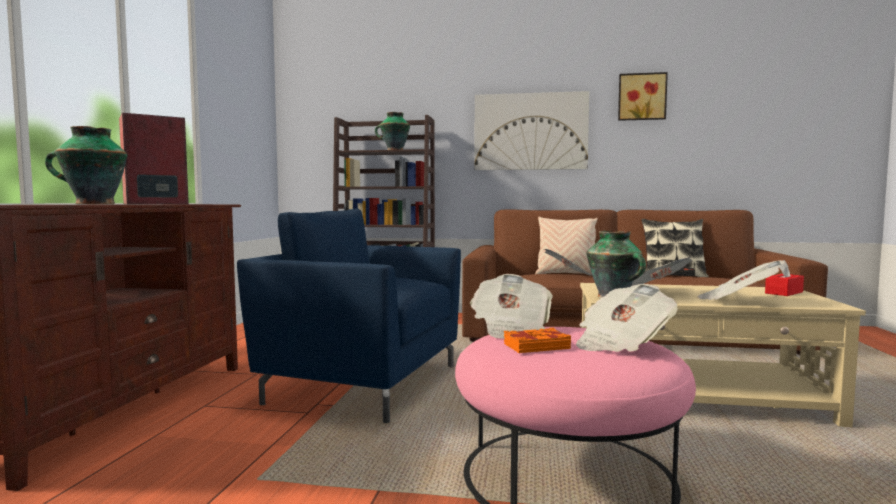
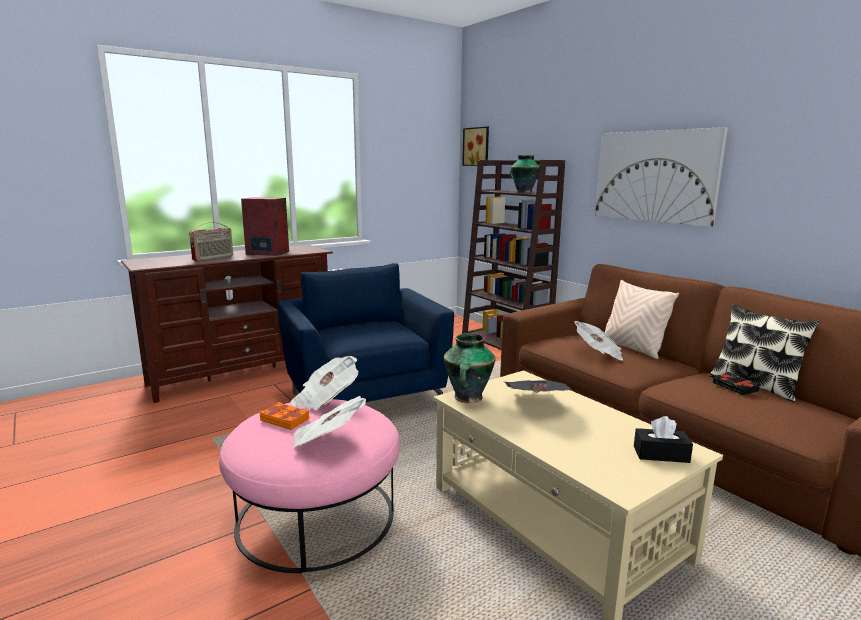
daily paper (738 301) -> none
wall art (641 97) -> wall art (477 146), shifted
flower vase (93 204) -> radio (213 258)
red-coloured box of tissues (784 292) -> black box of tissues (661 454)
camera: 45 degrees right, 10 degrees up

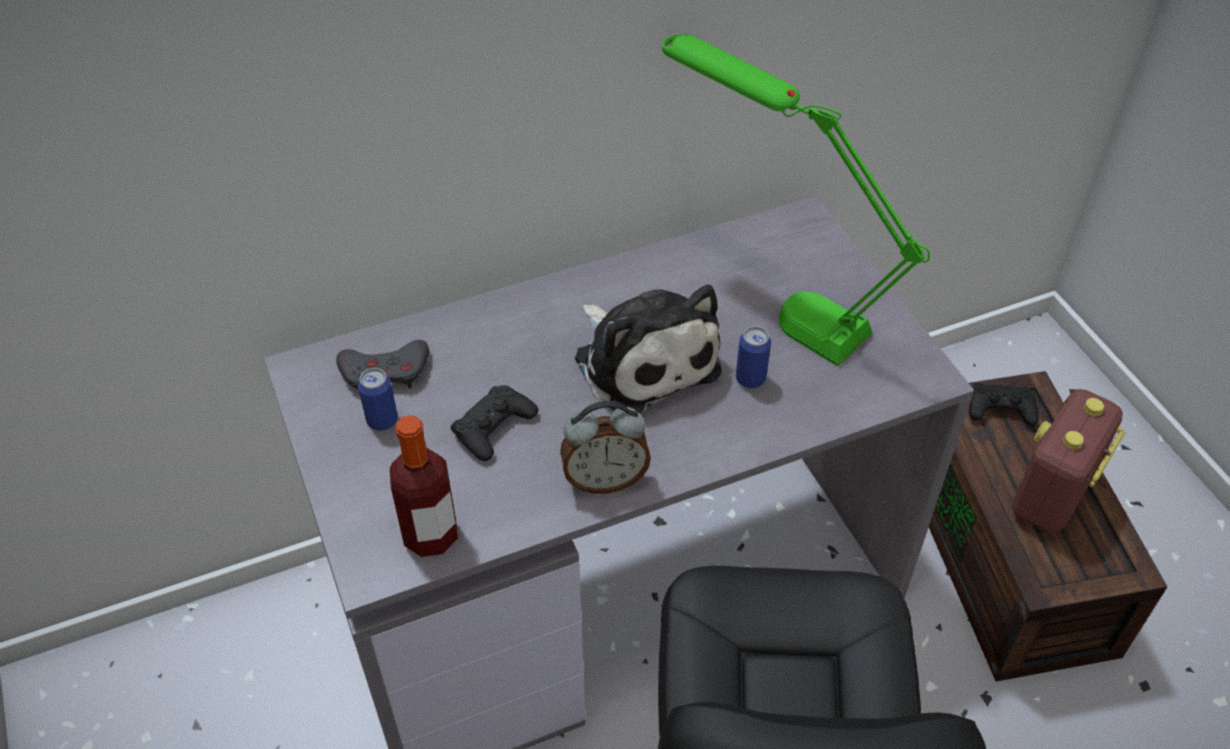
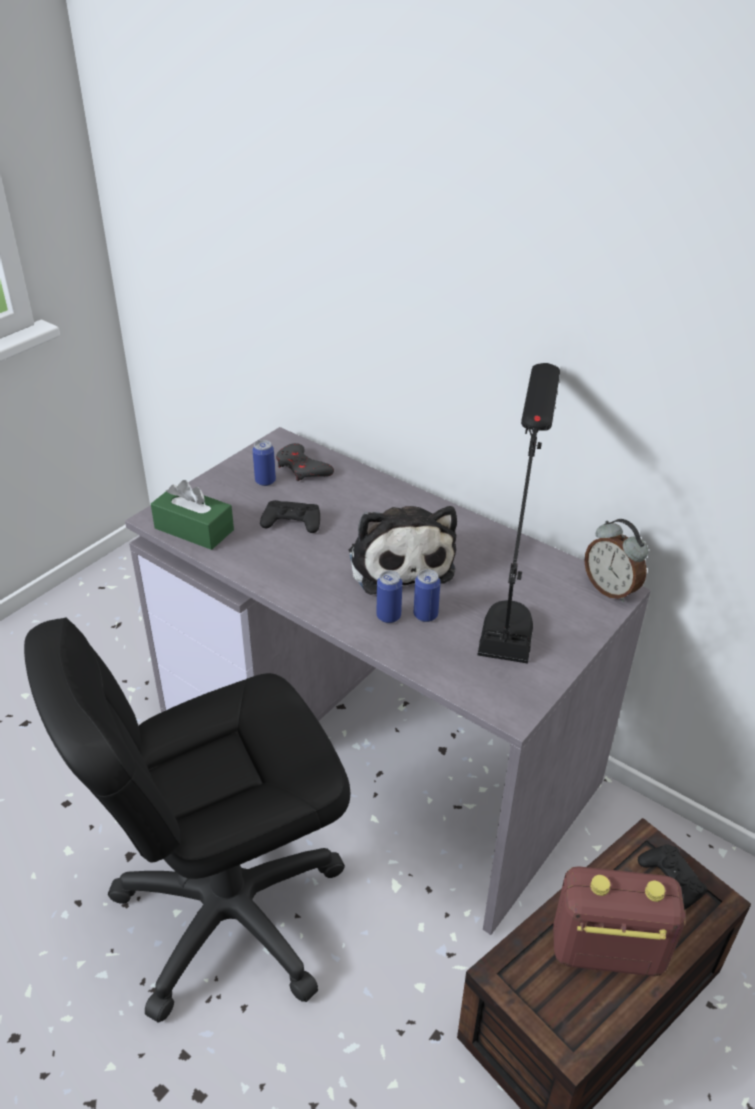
none -> sealed can (388 616)
bedside clock (605 479) -> bedside clock (611 589), shifted
drink bottle (431 536) -> green-coloured box of tissues (194 529)
green-coloured table lamp (772 301) -> black table lamp (512 602)
plush toy (643 360) -> plush toy (399 561), 45 degrees counterclockwise
camera: 60 degrees right, 10 degrees down

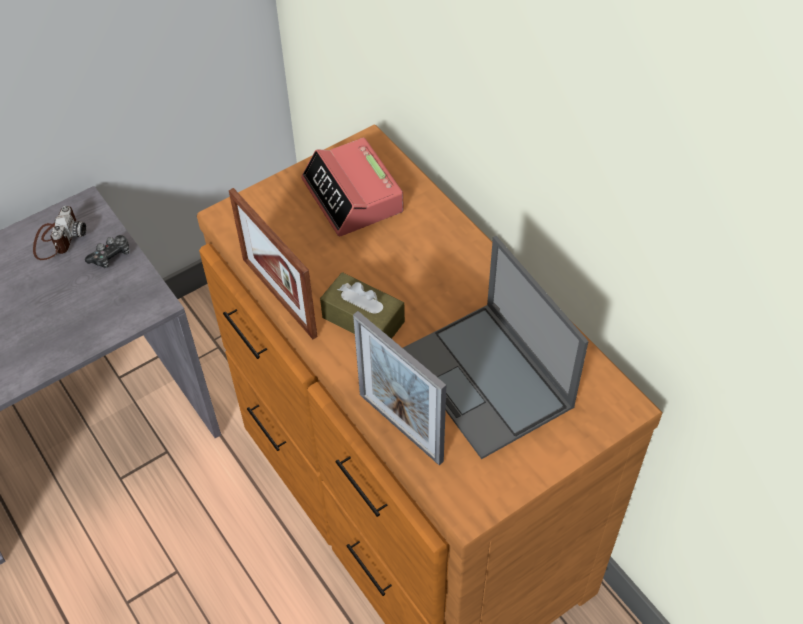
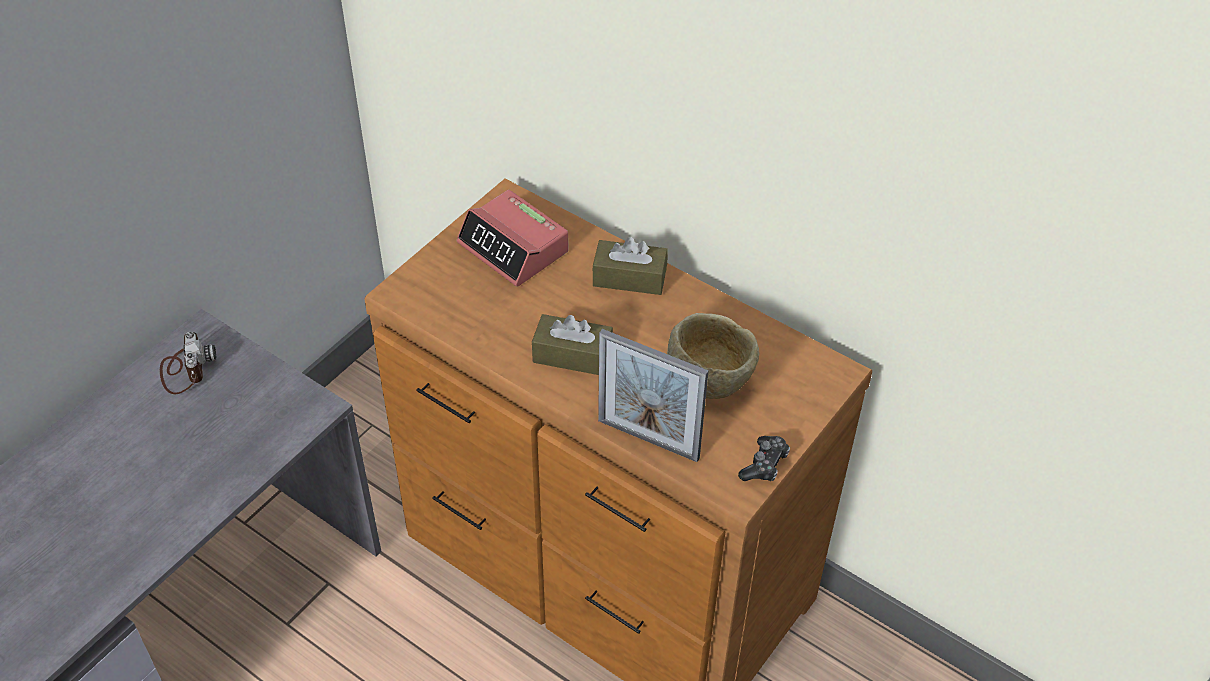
standing frame (279 297) -> none
none -> brown-coloured box of tissues (629 278)
gamepad (111 256) -> gamepad (764 465), shifted
laptop (488 380) -> sand-coloured deep dish (710 380)
camera: 20 degrees left, 5 degrees down

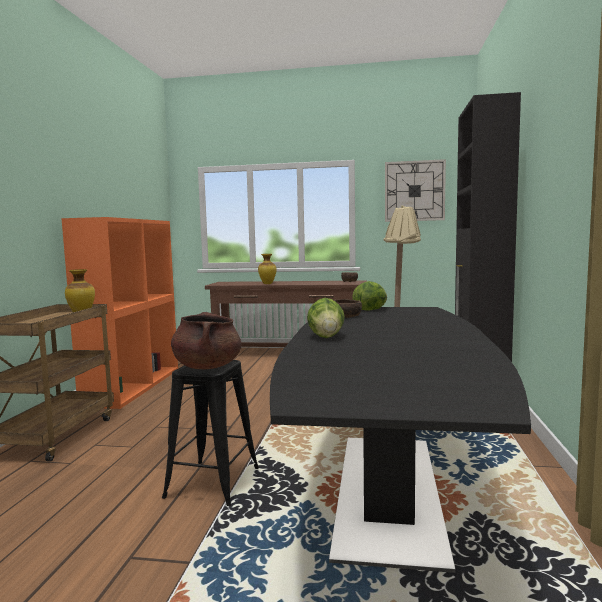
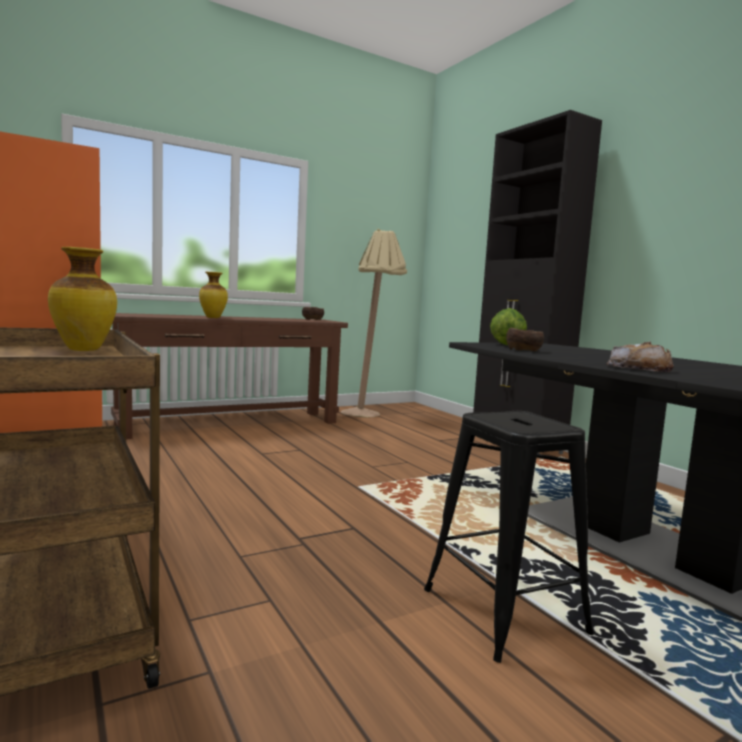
brown-coloured saucepot (207 367) -> none
clock on the wall (414 191) -> none
lettuce (326 337) -> baked bread (639 368)
camera: 40 degrees left, 0 degrees up

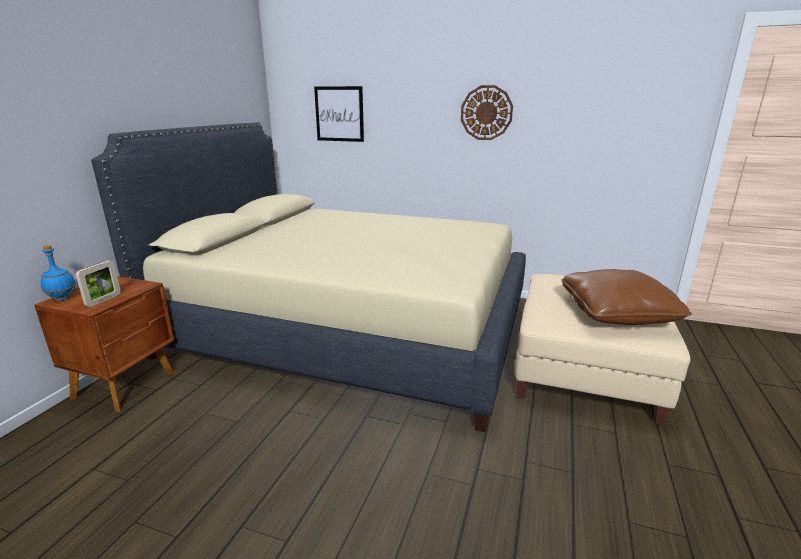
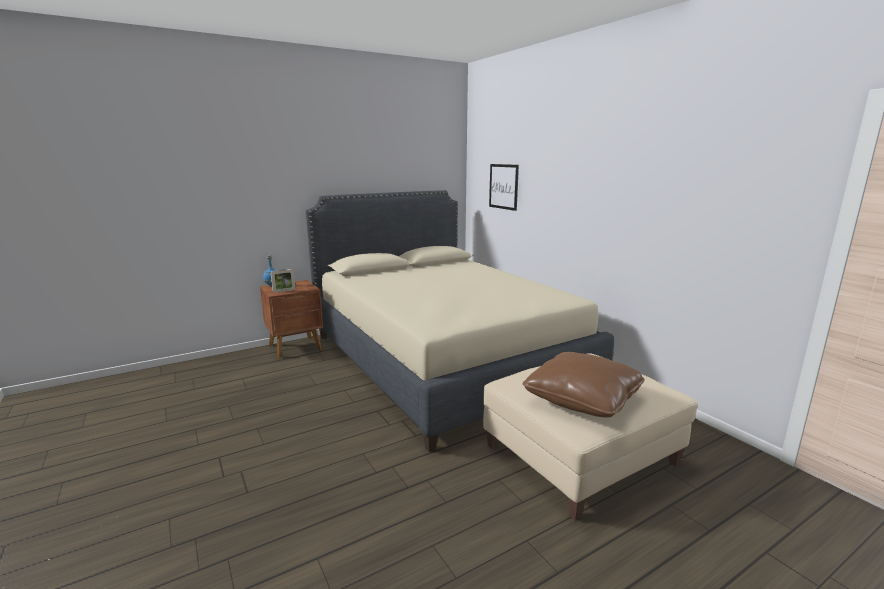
clock on the wall (486 113) -> none
camera: 40 degrees right, 5 degrees down

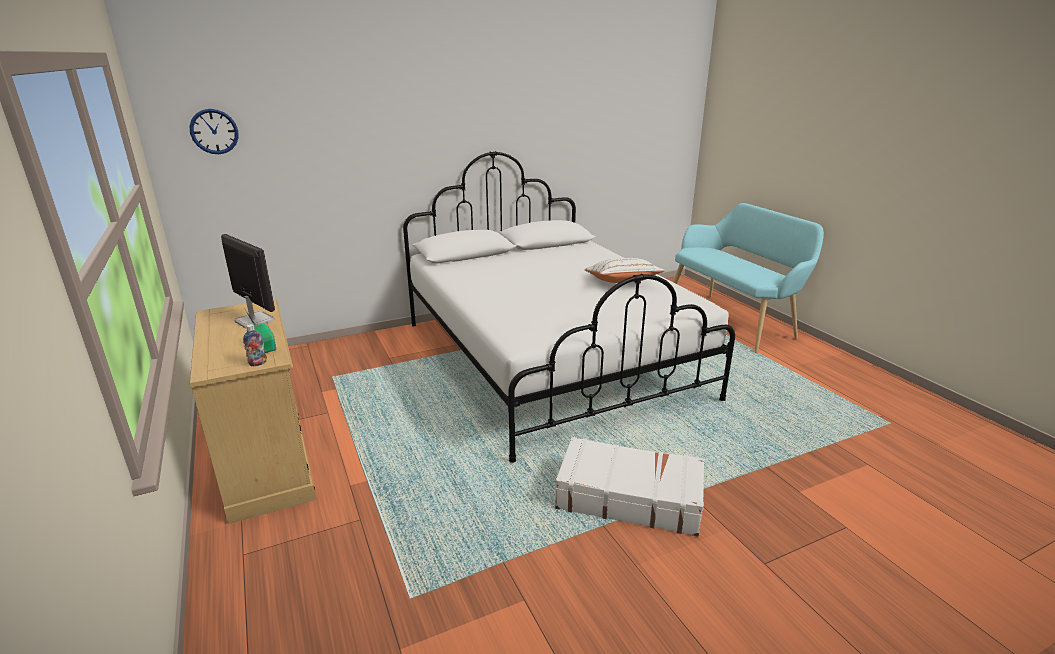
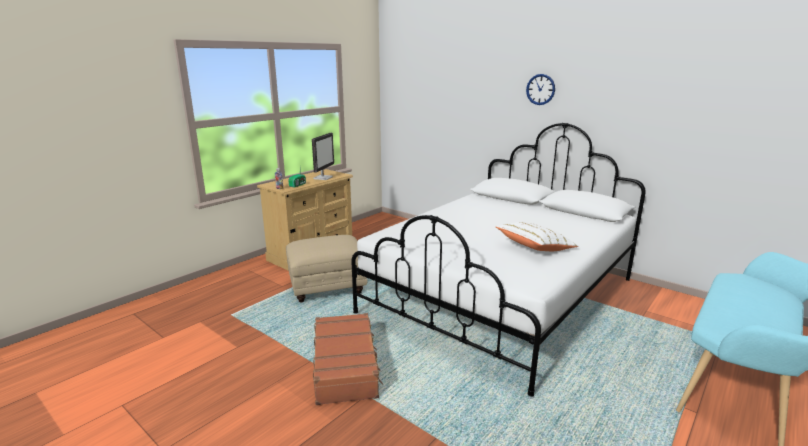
none -> sand-coloured ottoman (328 288)
clock on the wall (214 131) -> clock on the wall (540 89), shifted
whitish travel case (628 497) -> brown-coloured travel case (346 366)
camera: 65 degrees right, 5 degrees down

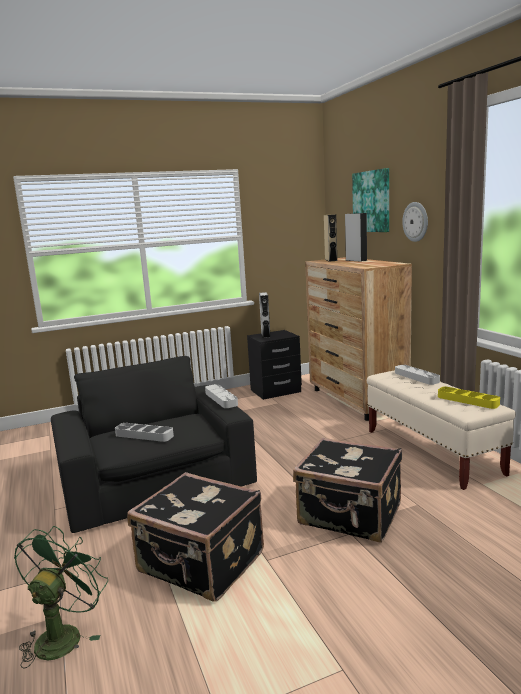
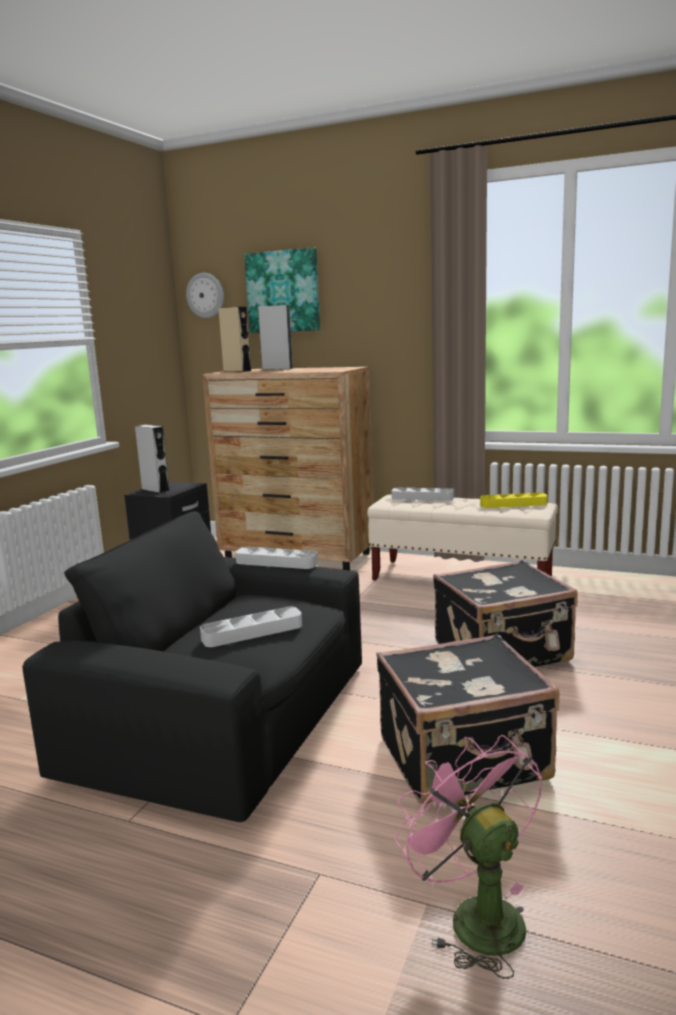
clock on the wall (416 221) -> clock on the wall (205 295), shifted
green-coloured cooling fan (63 634) -> pink cooling fan (475 915)
camera: 45 degrees left, 0 degrees up

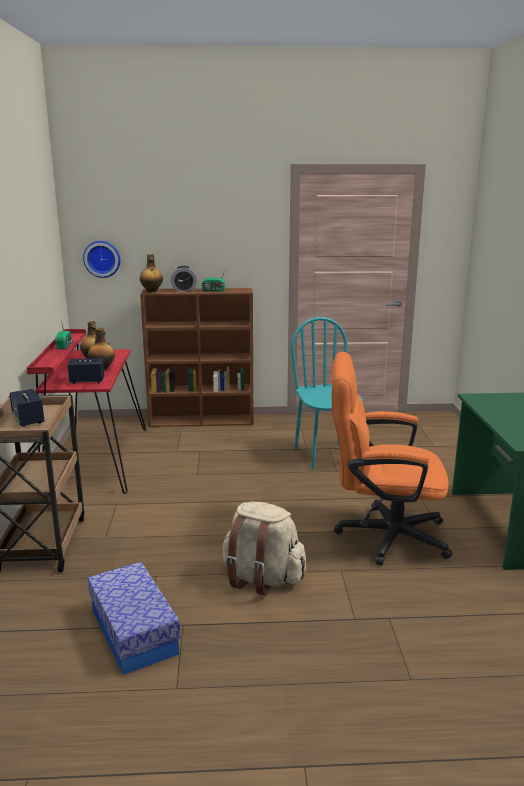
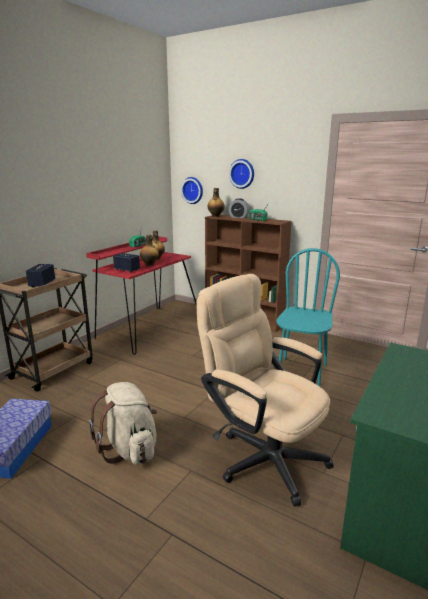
none -> clock on the wall (242 173)
orange-coloured office chair (381 535) -> sand-coloured office chair (262 455)
camera: 35 degrees right, 0 degrees up

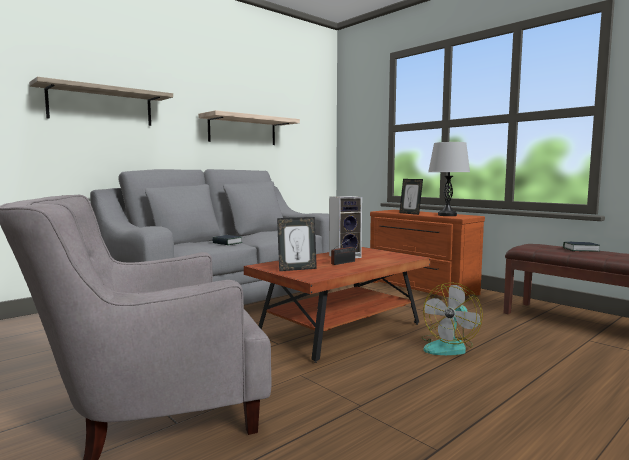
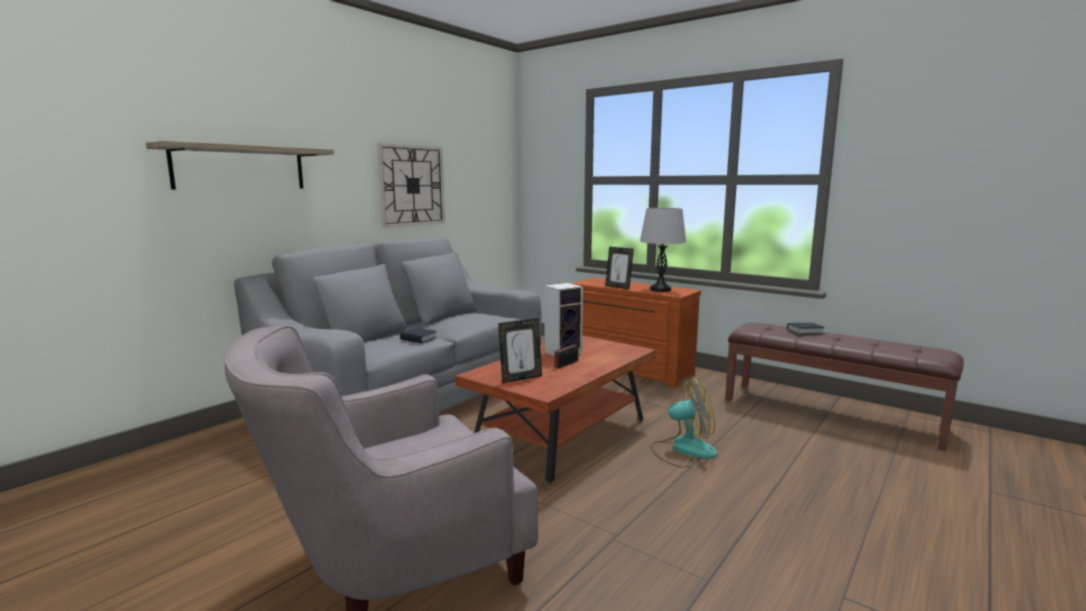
bracket shelf (242 130) -> clock on the wall (412 185)
cooling fan (449 347) -> cooling fan (683 450), 120 degrees counterclockwise
camera: 10 degrees left, 5 degrees up

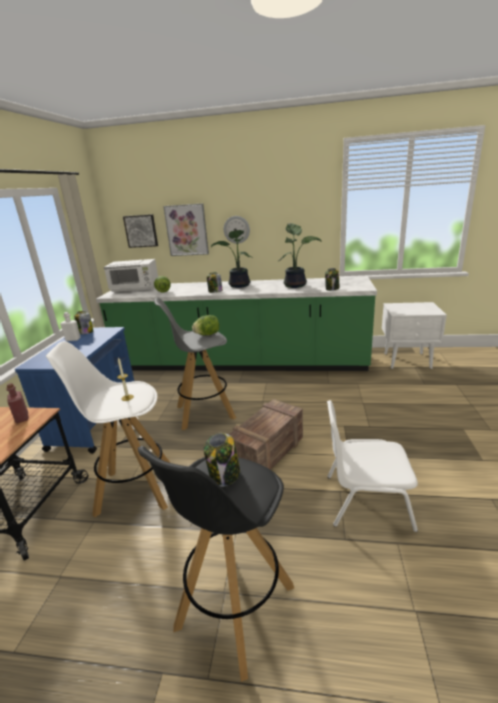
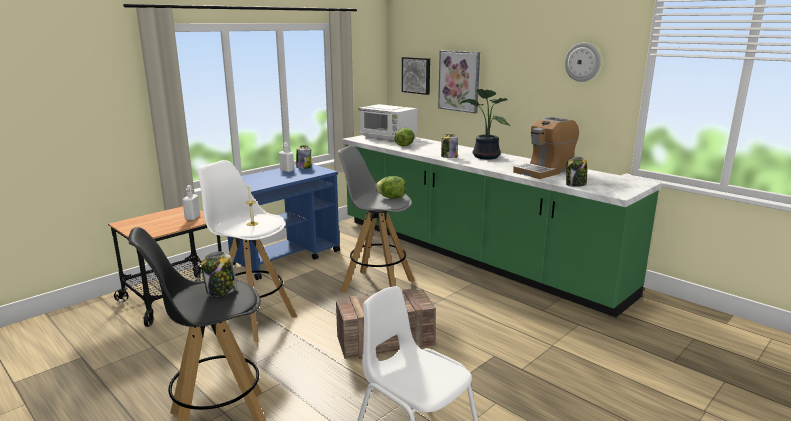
whitish nightstand (408 360) -> none
clock on the wall (236 229) -> clock on the wall (583 62), shifted
houseplant (296 285) -> coffee maker (545 171)
red-coloured drink bottle (22 418) -> whitish drink bottle (192 218)
camera: 35 degrees right, 5 degrees down

